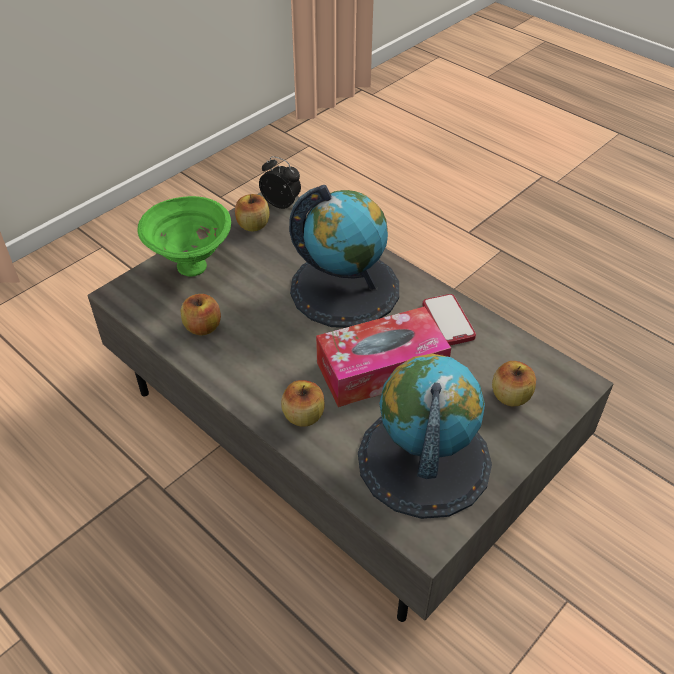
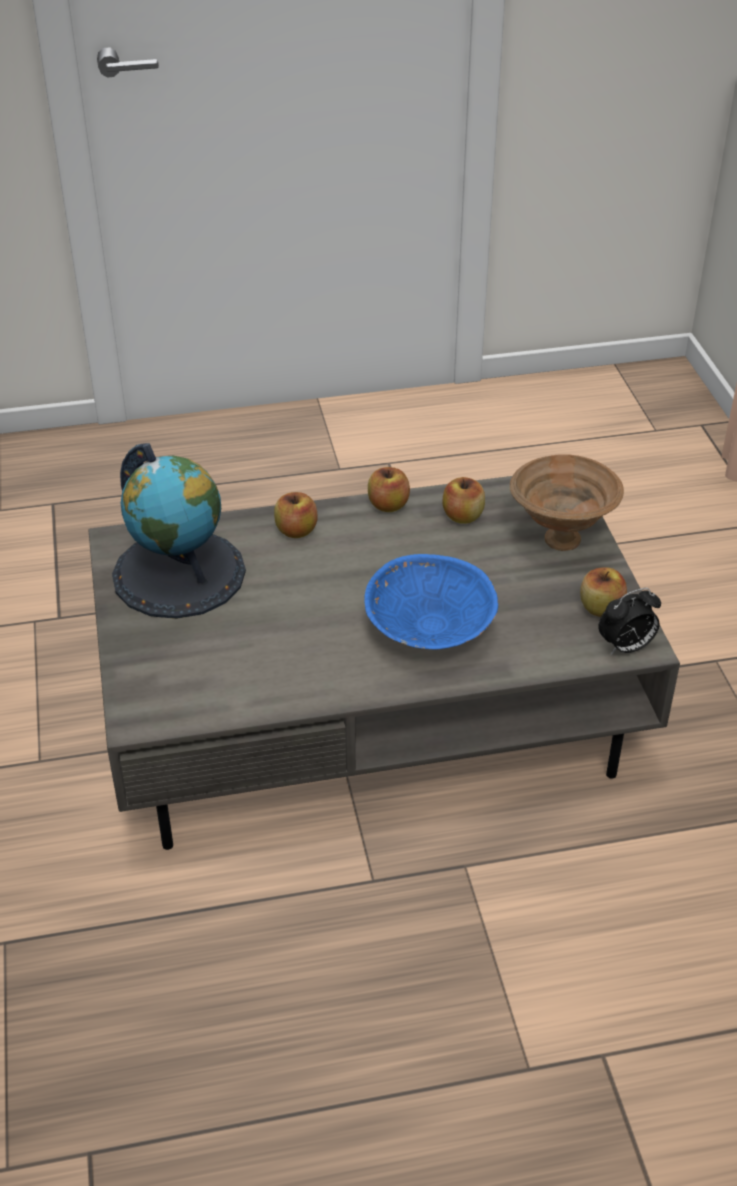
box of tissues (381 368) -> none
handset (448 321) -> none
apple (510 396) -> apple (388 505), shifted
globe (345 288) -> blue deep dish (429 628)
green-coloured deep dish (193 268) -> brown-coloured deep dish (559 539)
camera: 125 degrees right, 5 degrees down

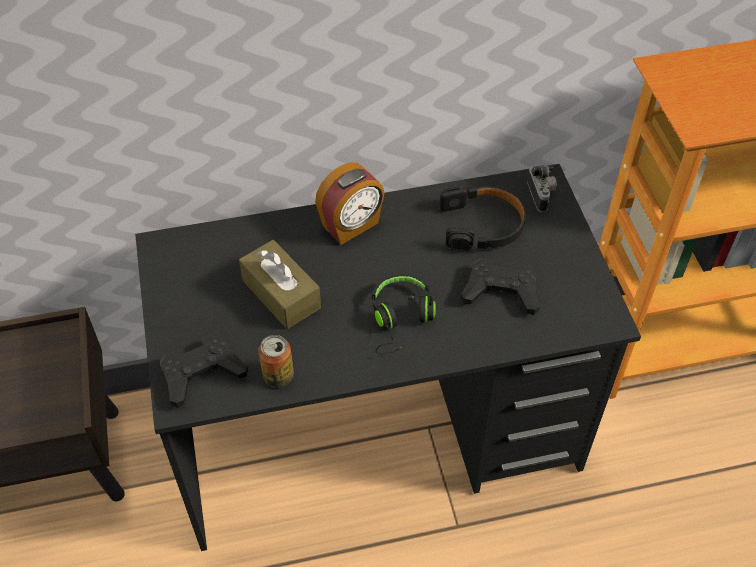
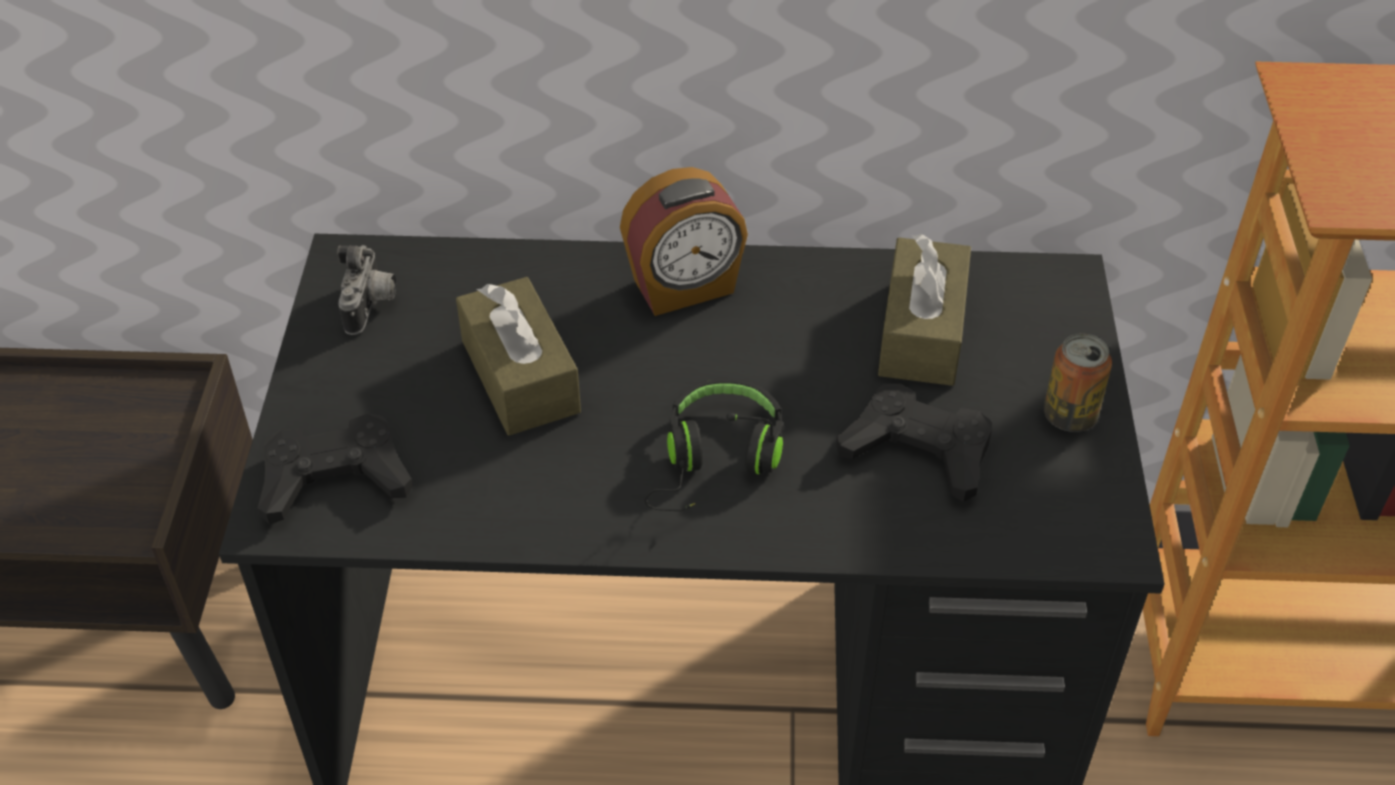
sealed can (278 376) -> sealed can (1069 416), shifted
photo camera (541 195) -> photo camera (371 306), shifted
black pair of headphones (482 225) -> brown-coloured box of tissues (922 332)
camera: 15 degrees right, 5 degrees down

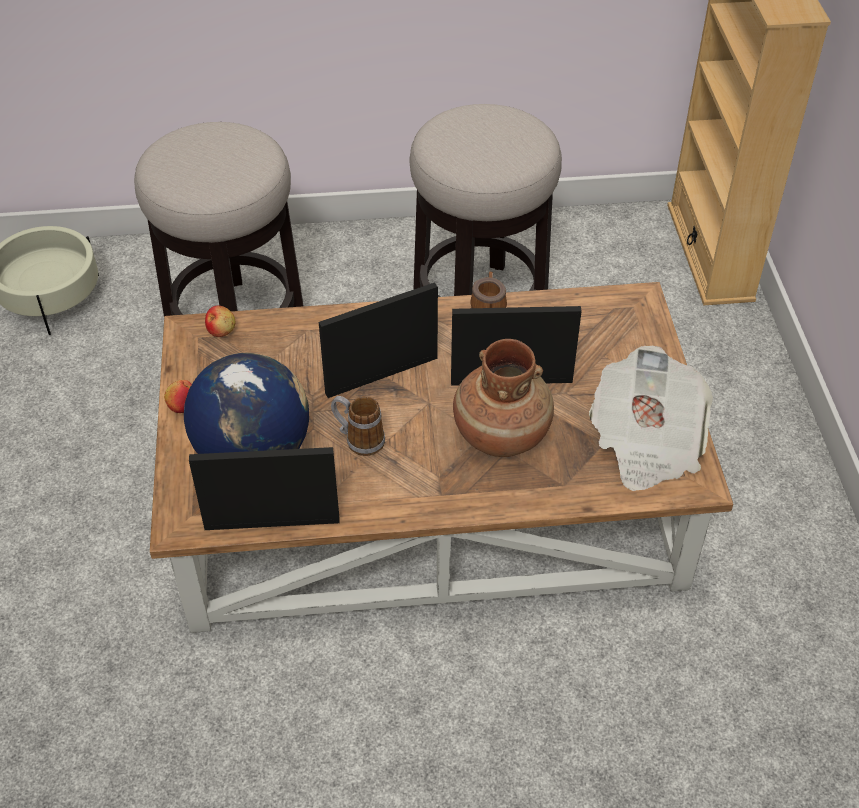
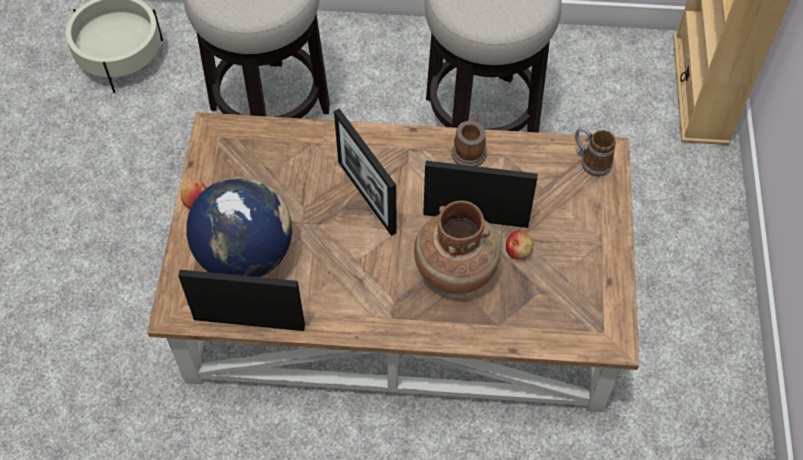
daily paper (646 442) -> none
apple (221 330) -> apple (518 251), shifted
tea mug (358 439) -> tea mug (590 161), shifted
standing frame (382 375) -> standing frame (366 197), 105 degrees counterclockwise
camera: 10 degrees right, 10 degrees up

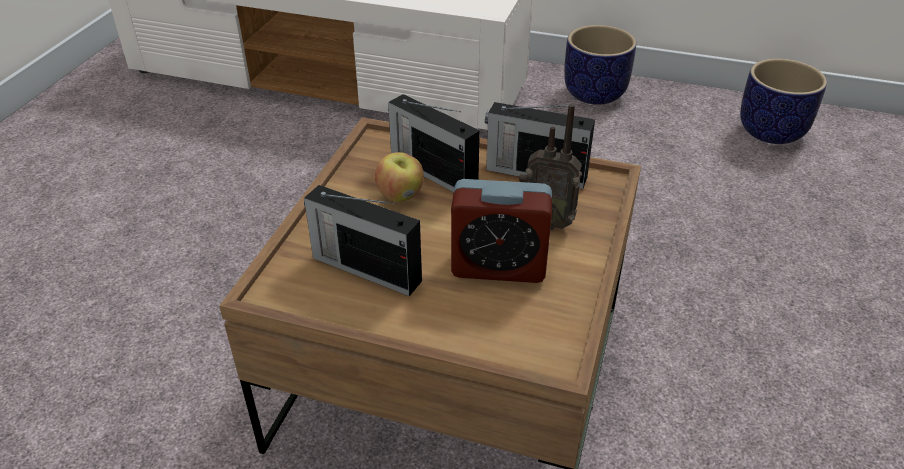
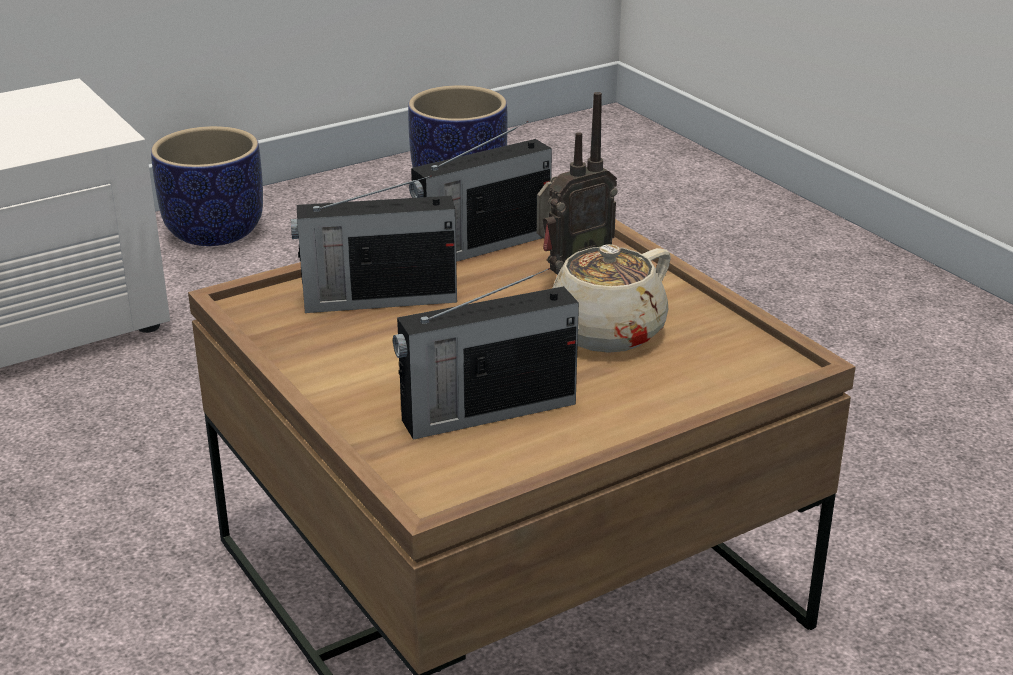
apple (400 195) -> none
bedside clock (498 266) -> sand-coloured teapot (603 333)
camera: 50 degrees left, 10 degrees down

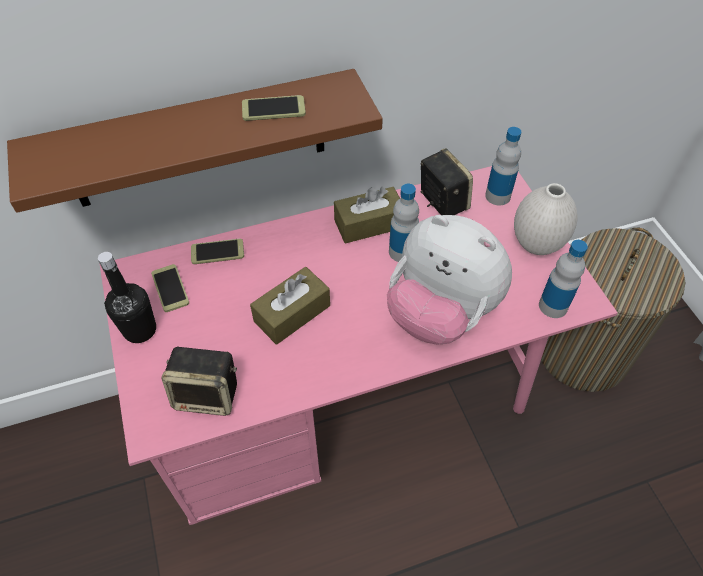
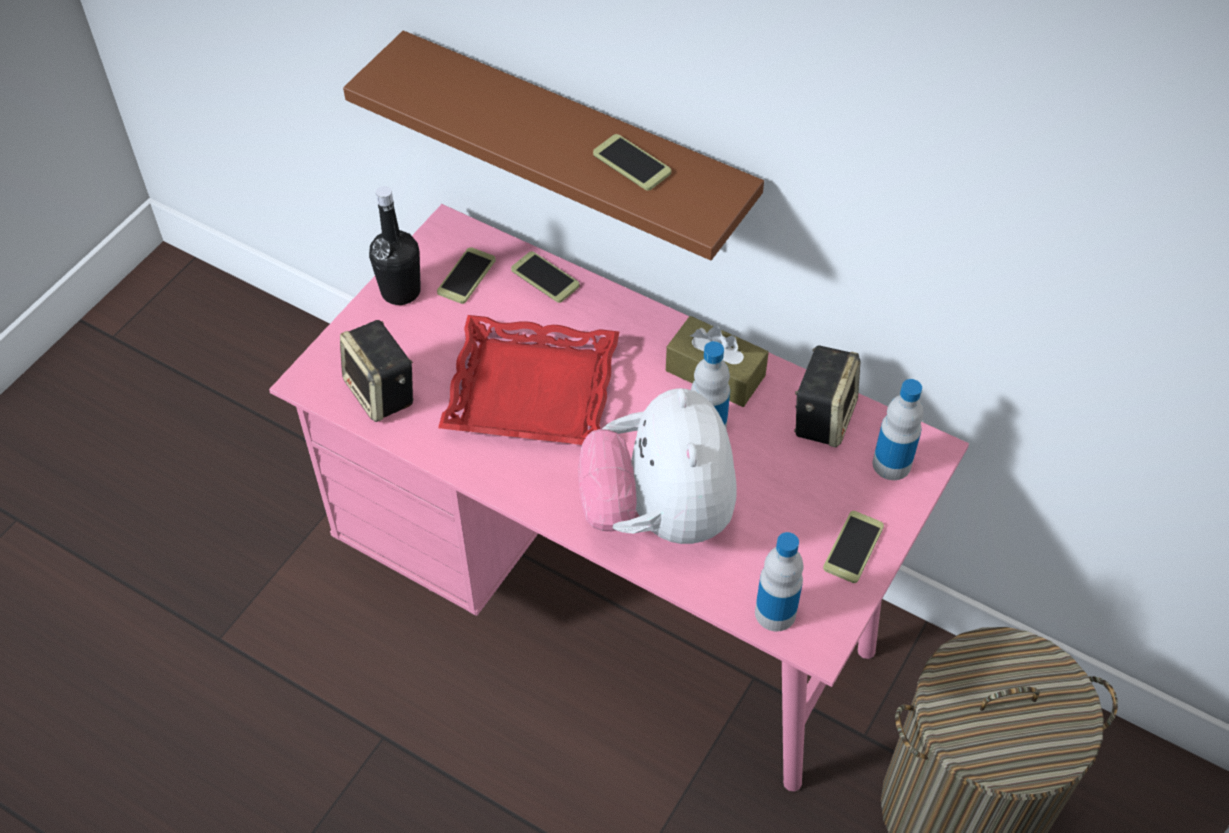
brown-coloured box of tissues (292 313) -> red-coloured carrying tray (532 390)
whitish flower vase (537 245) -> handset (853 547)
camera: 50 degrees right, 0 degrees up

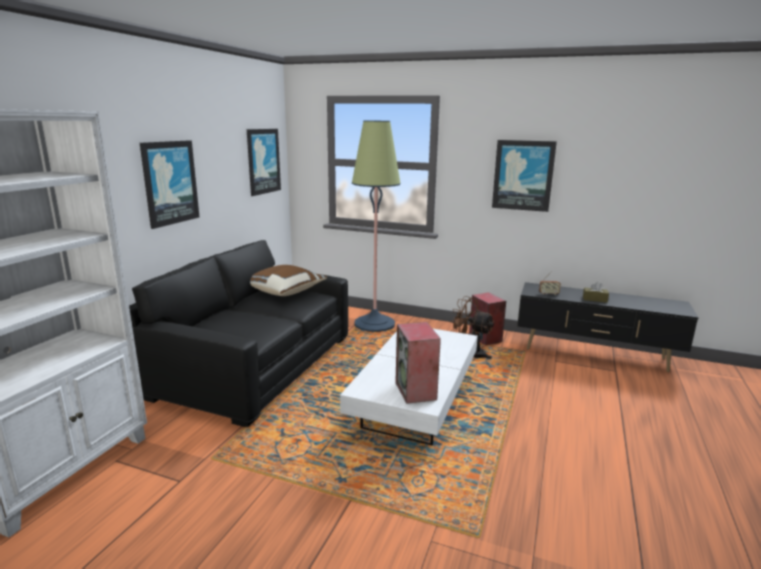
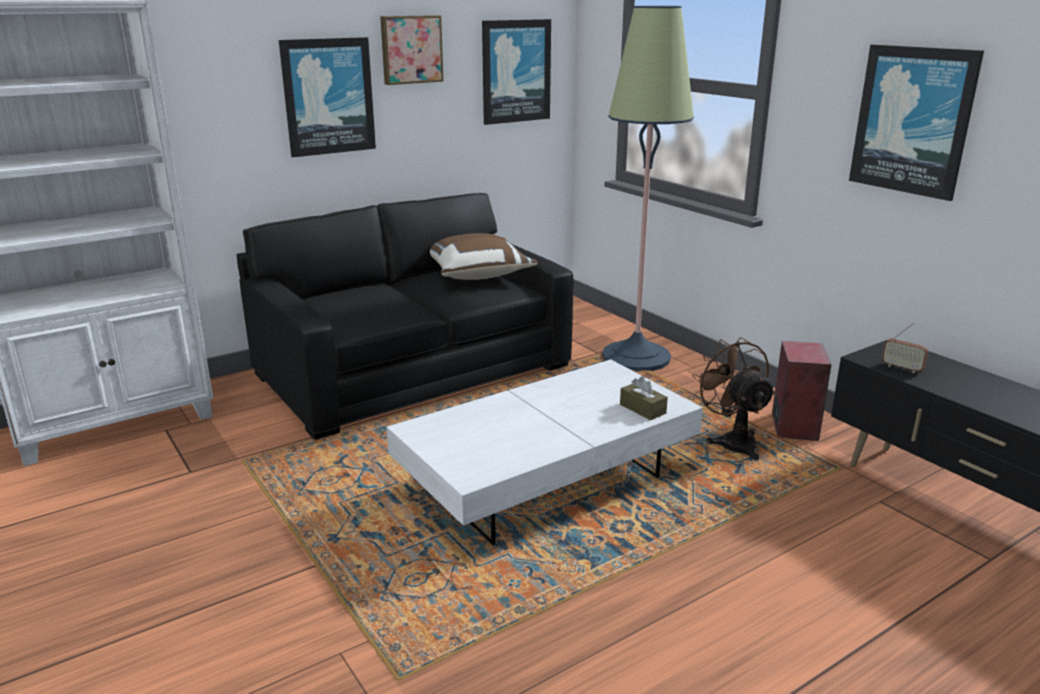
speaker (416 391) -> none
none -> wall art (411 49)
brown-coloured box of tissues (594 299) -> brown-coloured box of tissues (642 409), shifted
camera: 35 degrees right, 5 degrees up

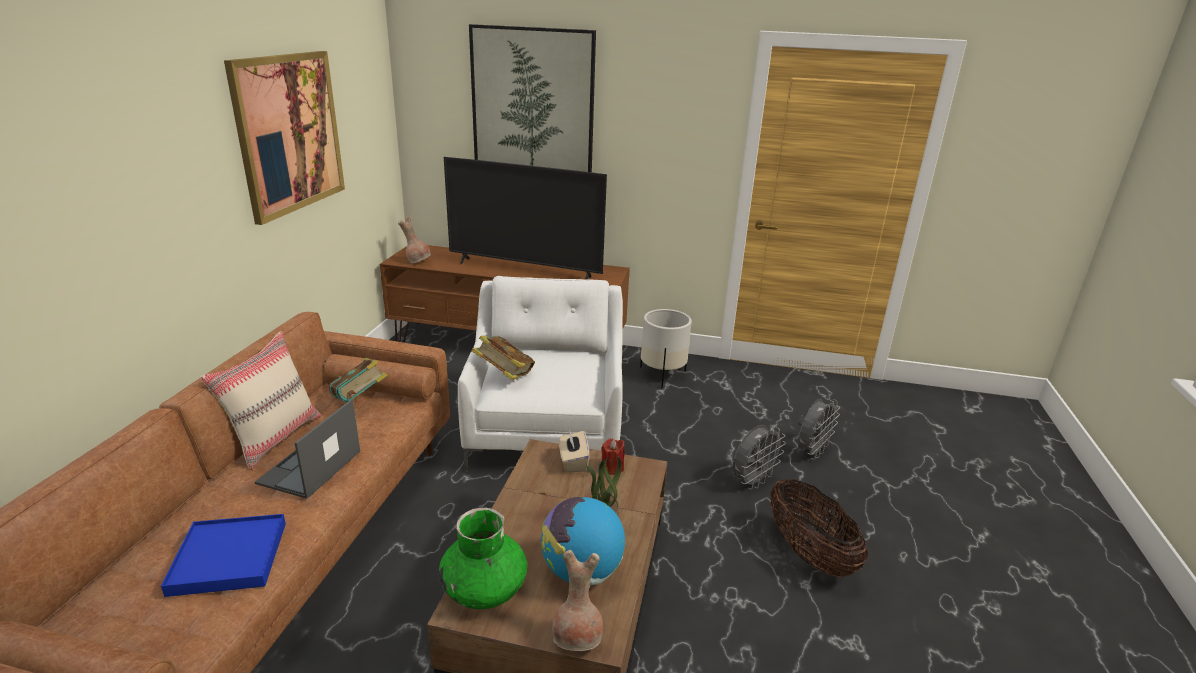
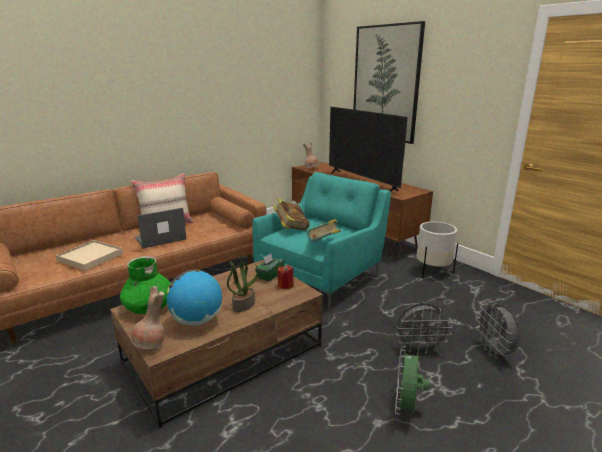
wall art (289 133) -> none
book (360 400) -> book (324 245), shifted
household basket (809 554) -> green-coloured cooling fan (406 407)
blue carrying tray (228 557) -> sand-coloured carrying tray (90 257)
whitish armchair (547 430) -> turquoise armchair (321 275)
sand-coloured box of tissues (573 462) -> green-coloured box of tissues (270 275)
grey cooling fan (811 452) -> grey cooling fan (494 351), 90 degrees clockwise
camera: 40 degrees right, 5 degrees down

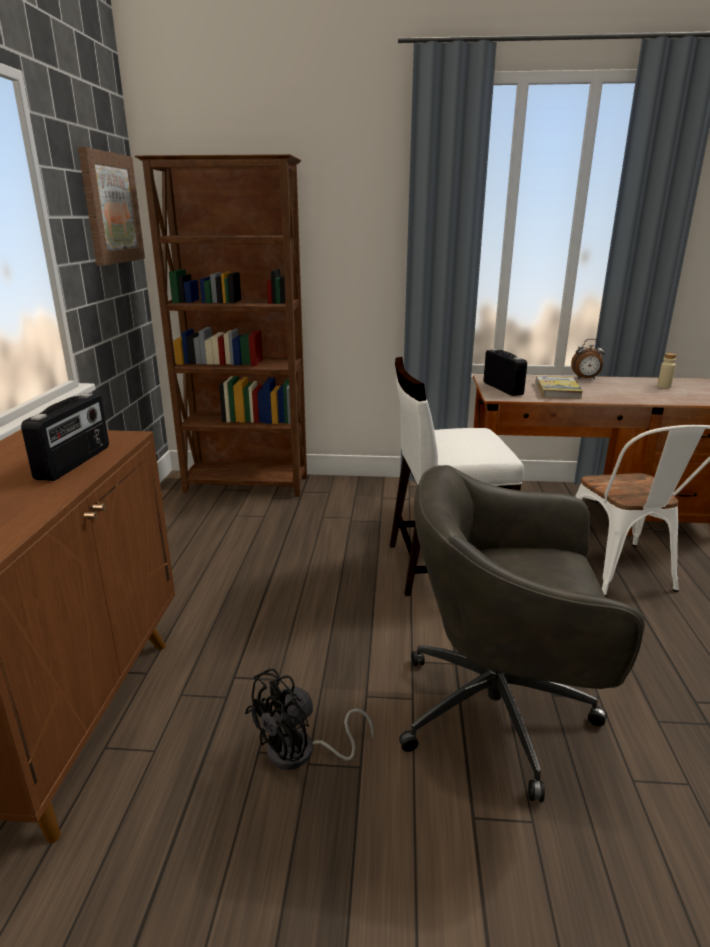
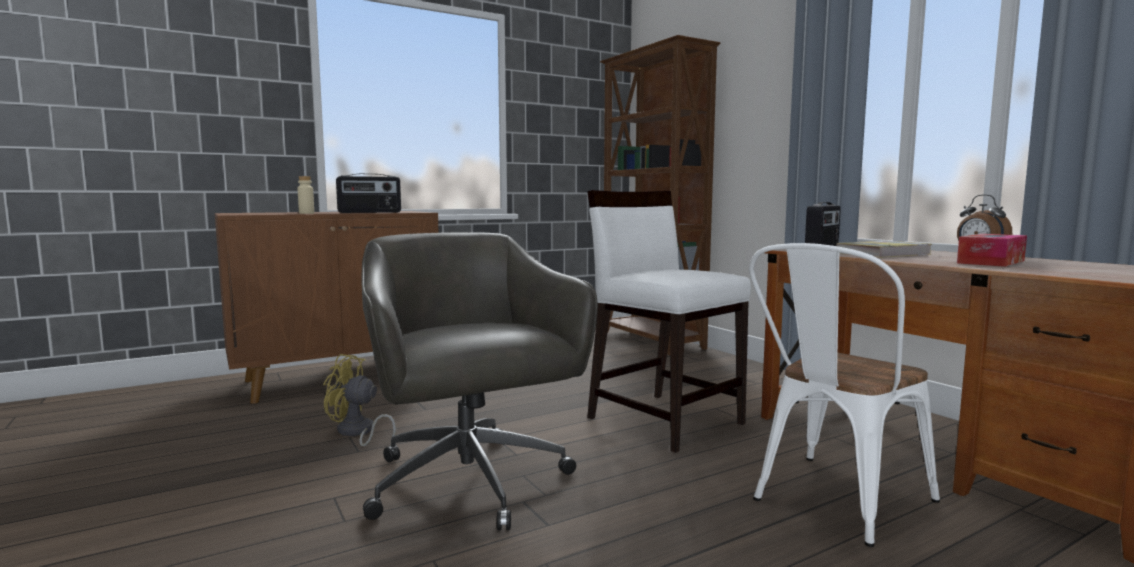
wall art (111 208) -> none
none -> box of tissues (991 262)
sand-coloured drink bottle (664 386) -> sand-coloured drink bottle (306 213), shifted
black cooling fan (301 753) -> yellowish cooling fan (357 433)
camera: 55 degrees right, 15 degrees down

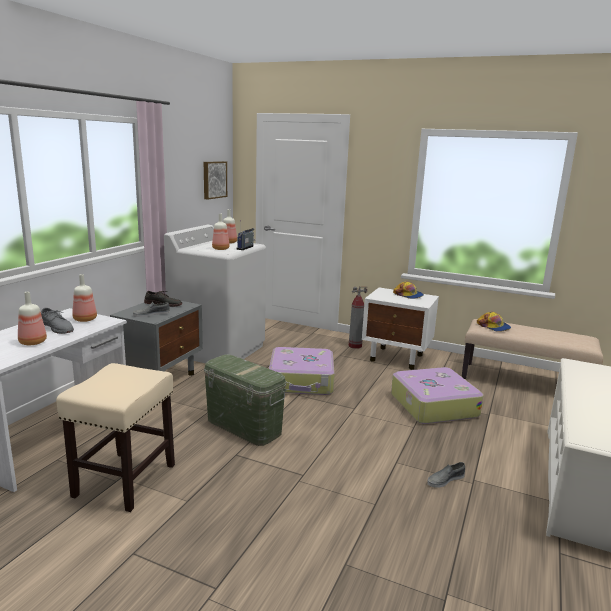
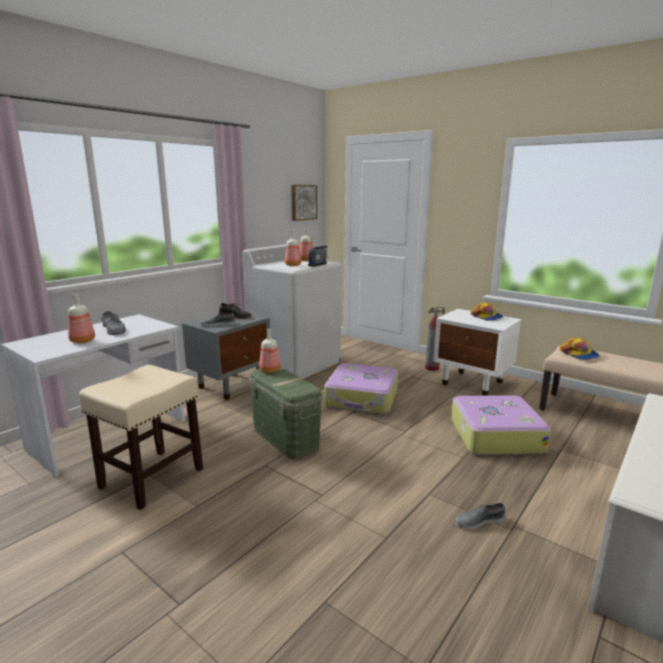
drink bottle (84 320) -> drink bottle (269 370), shifted
camera: 15 degrees right, 0 degrees up

